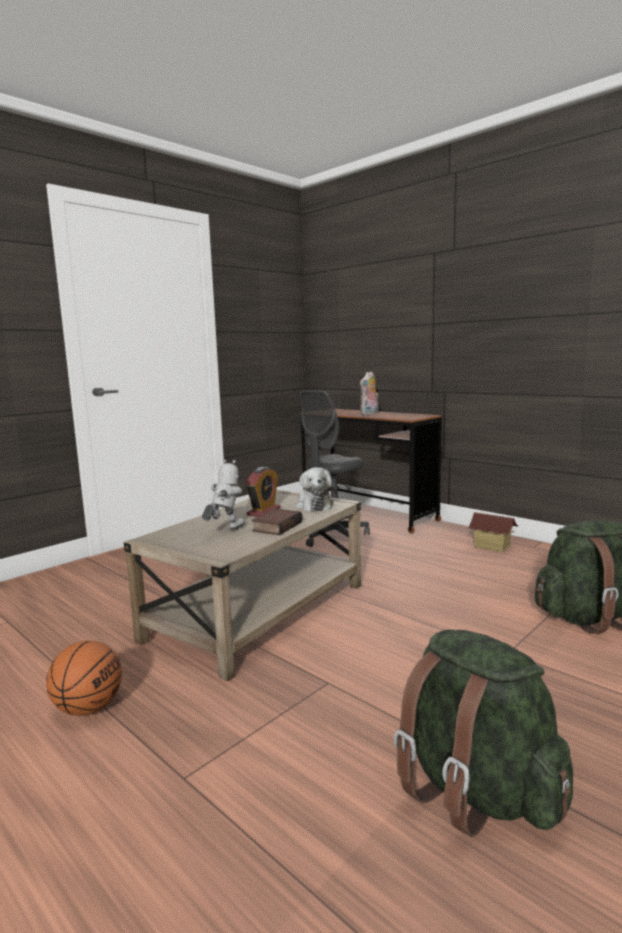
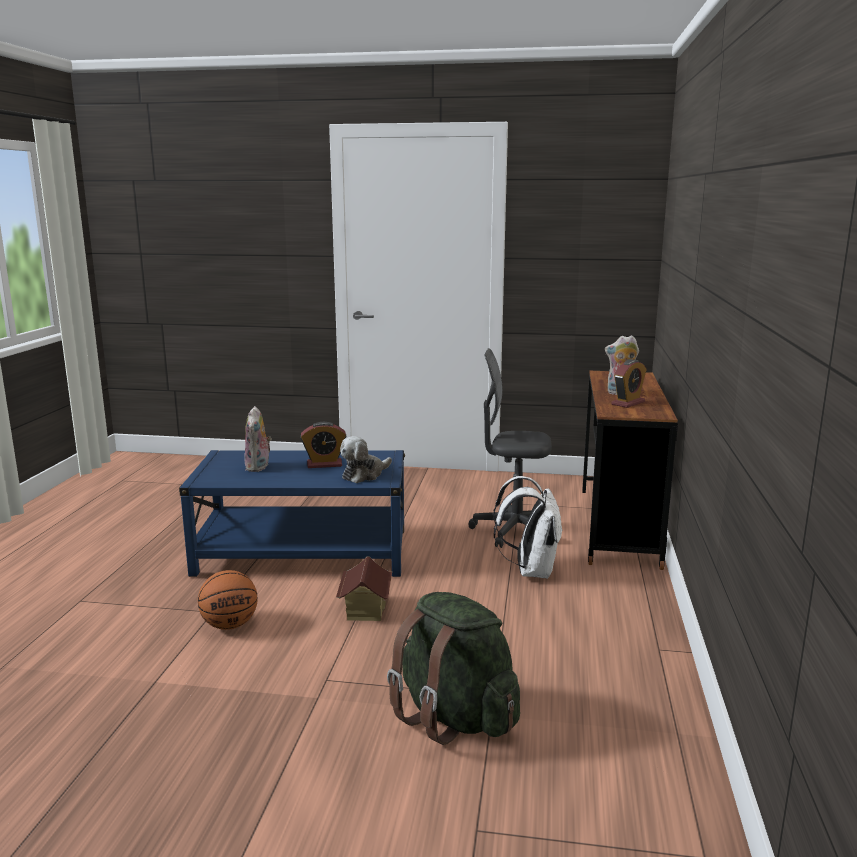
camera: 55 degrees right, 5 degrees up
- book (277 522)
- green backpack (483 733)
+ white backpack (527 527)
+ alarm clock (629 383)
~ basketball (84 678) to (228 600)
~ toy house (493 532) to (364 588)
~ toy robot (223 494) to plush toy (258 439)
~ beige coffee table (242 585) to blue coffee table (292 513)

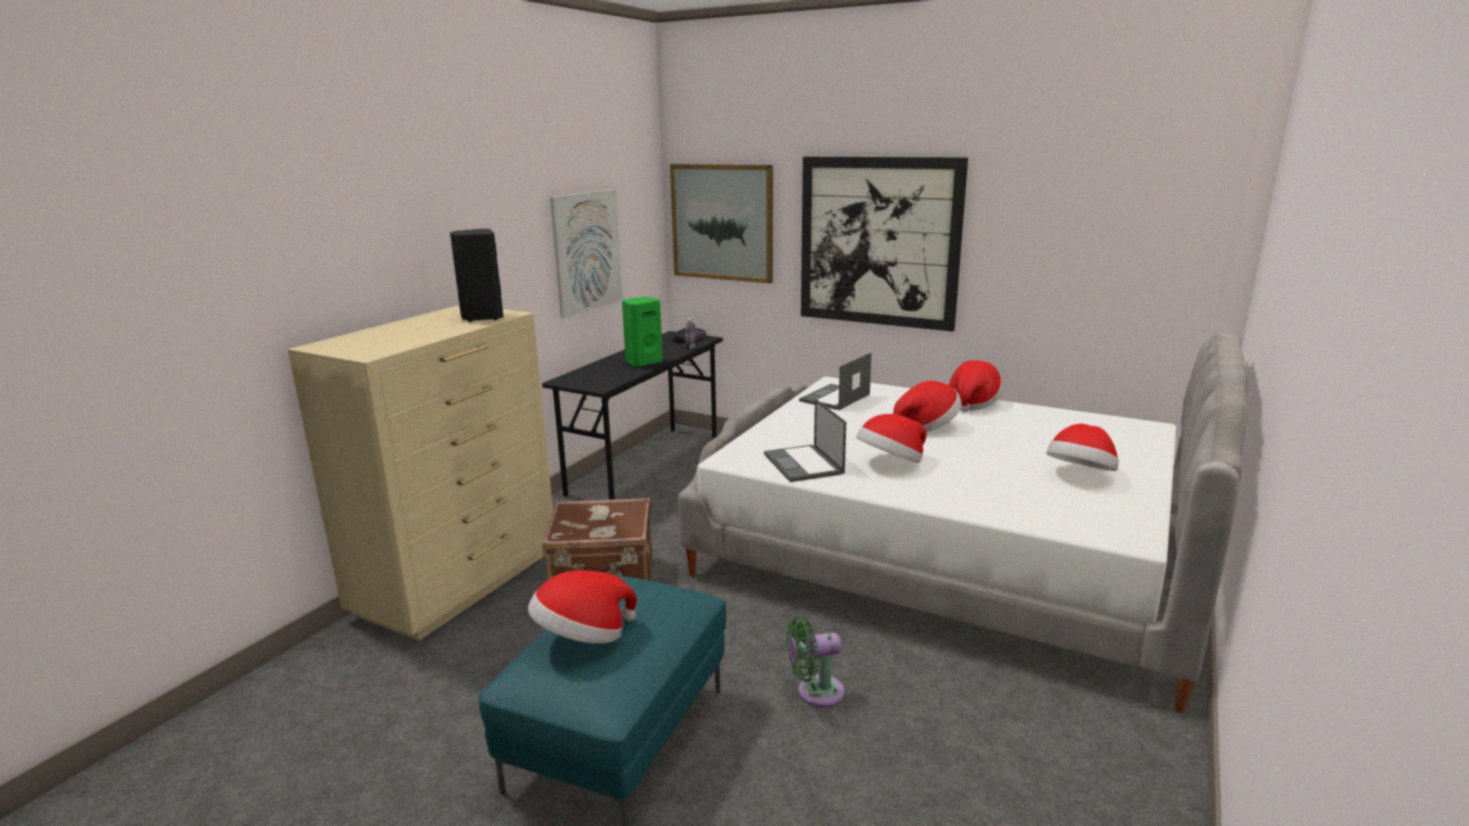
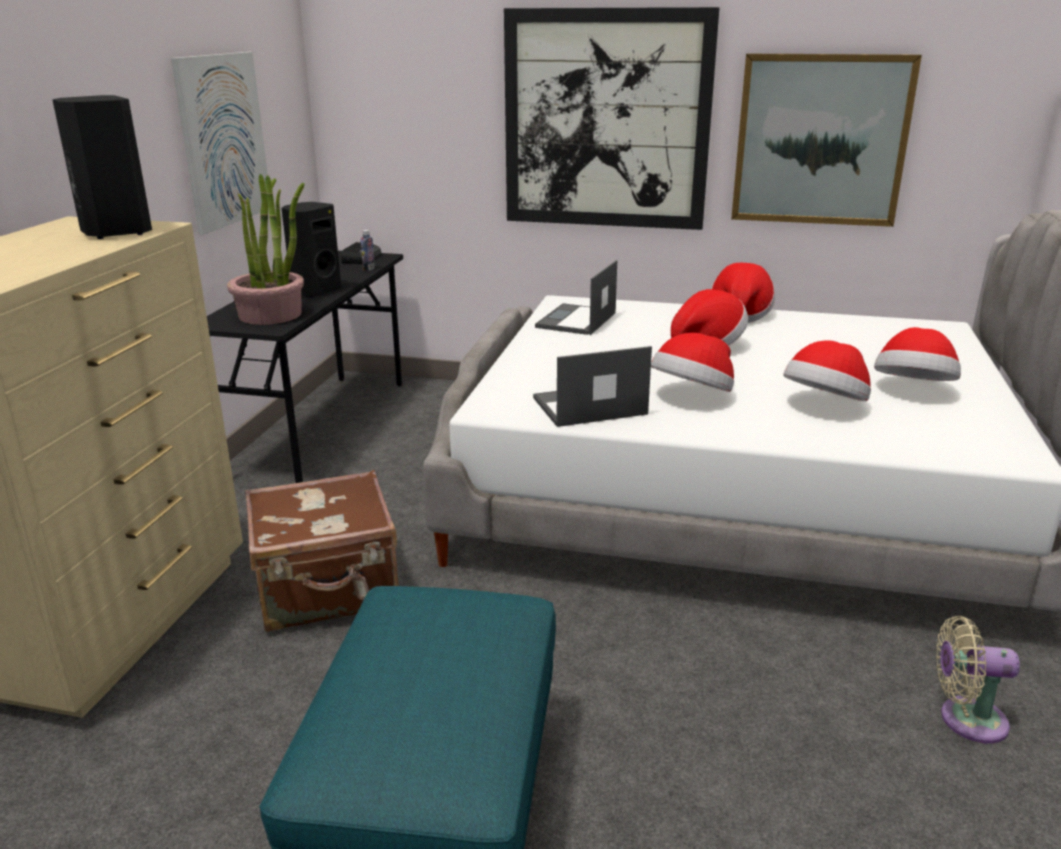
camera: 15 degrees left, 5 degrees up
- green fan (816 662)
+ potted plant (265 249)
+ beige fan (978 679)
~ hat (582 607) to (827 370)
~ picture (721 223) to (826 140)
~ green speaker (642 332) to black speaker (311 250)
~ laptop (805 440) = (592 386) 105 degrees clockwise

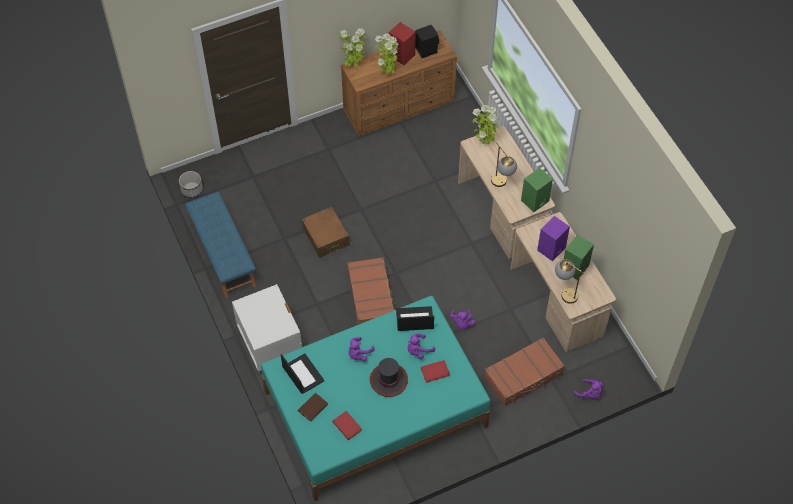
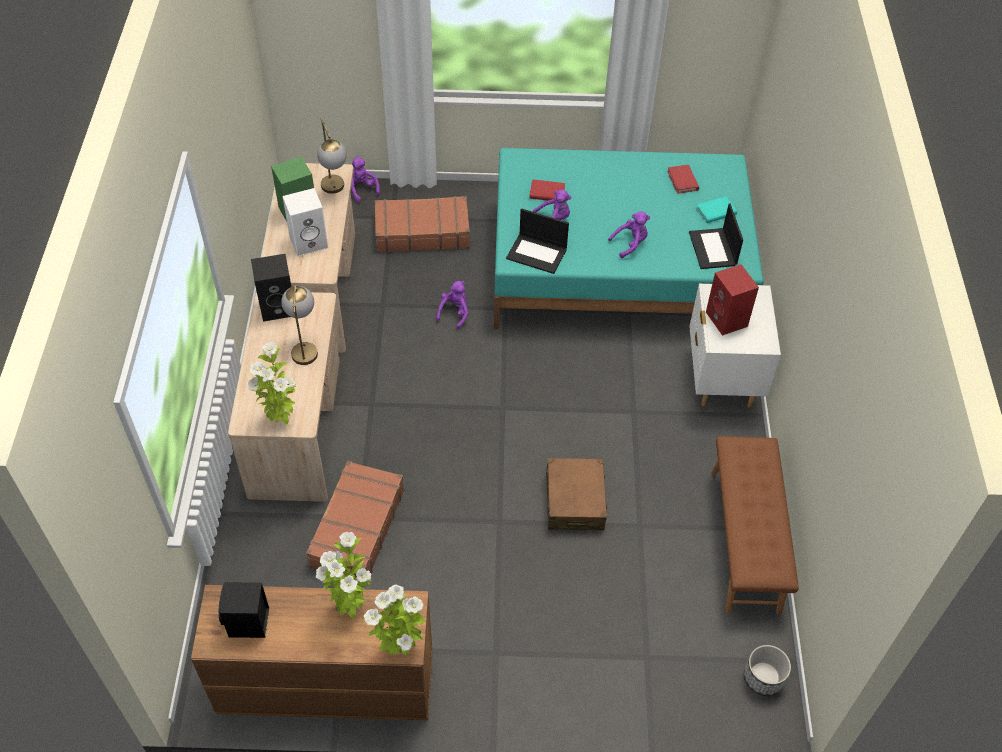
camera: 155 degrees left, 5 degrees down
- hat (389 377)
~ brown suitcase (371 291) to (355 519)
~ red speaker (402 43) to (732 300)
~ blue bench (220 245) to brown bench (755 525)
~ brown book (313 407) to turquoise book (716 209)
~ green speaker (537 190) to black speaker (271 288)
~ purple speaker (553 238) to white speaker (305 222)

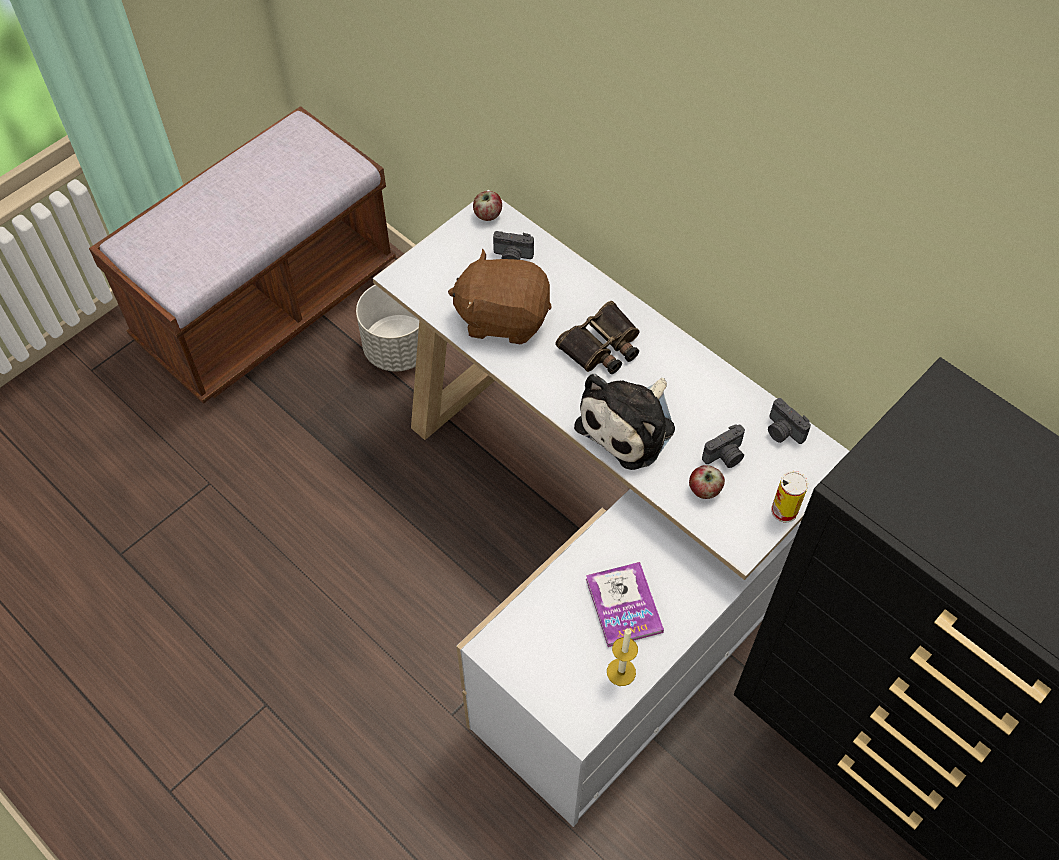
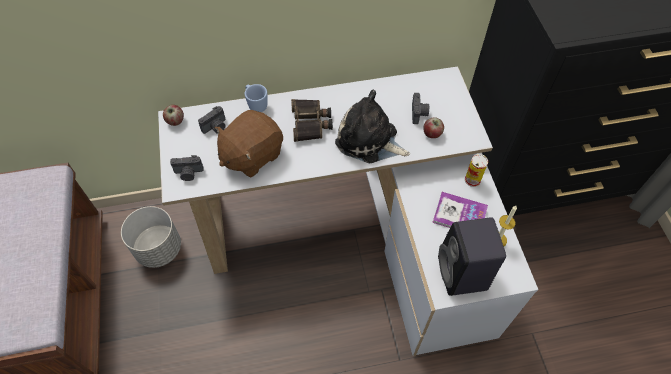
camera: 55 degrees left, 0 degrees up
+ blue mug (256 98)
+ black speaker (472 257)
~ photo camera (789 421) to (187 168)
~ can (789 497) to (476 170)
~ plush toy (624 422) = (372 126) 135 degrees clockwise

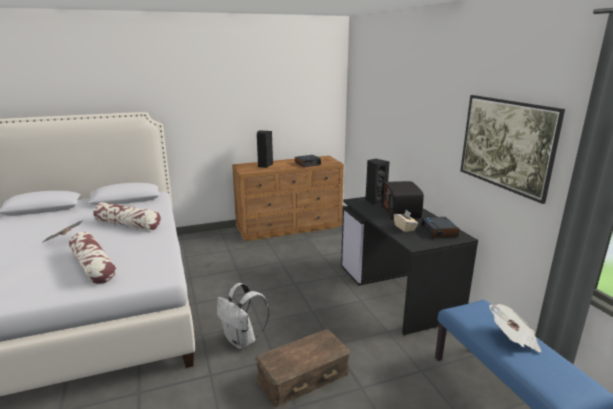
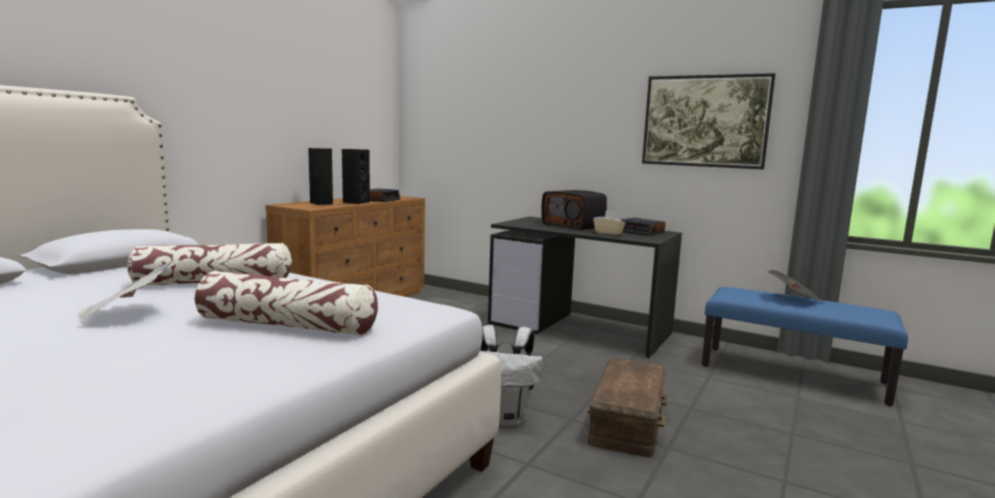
camera: 40 degrees left, 10 degrees down
~ black speaker (377 182) to (356 176)

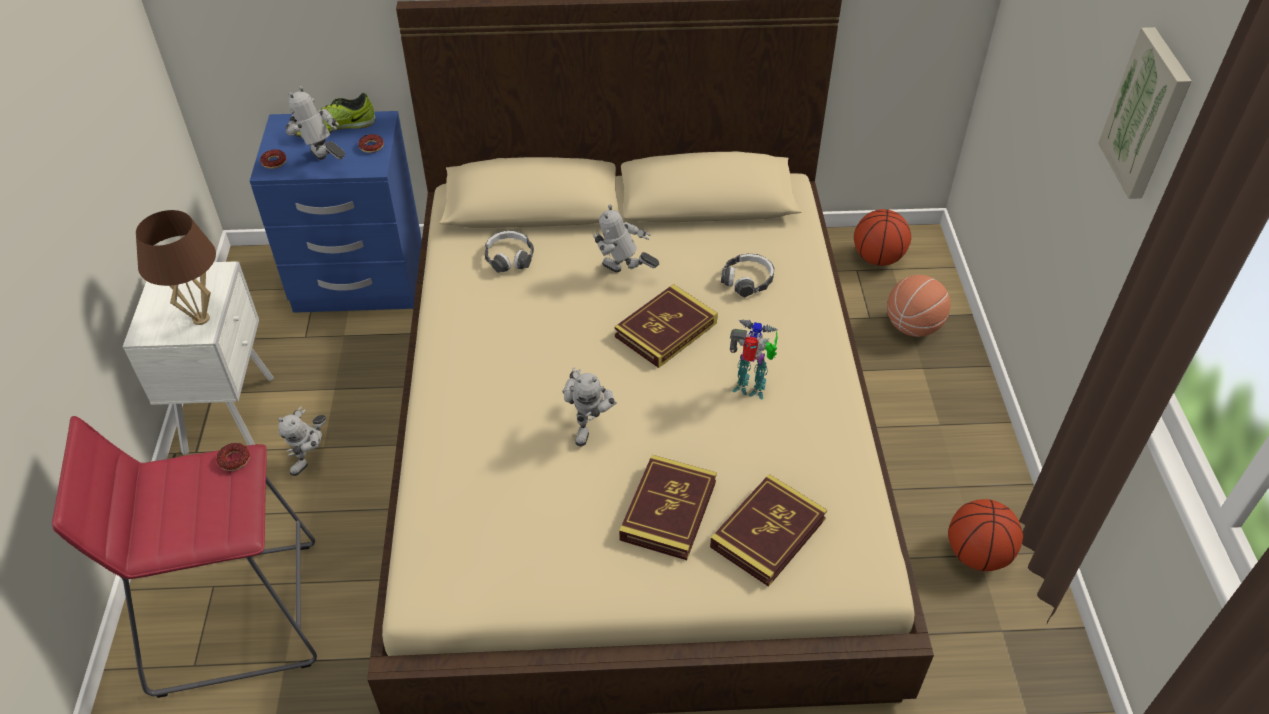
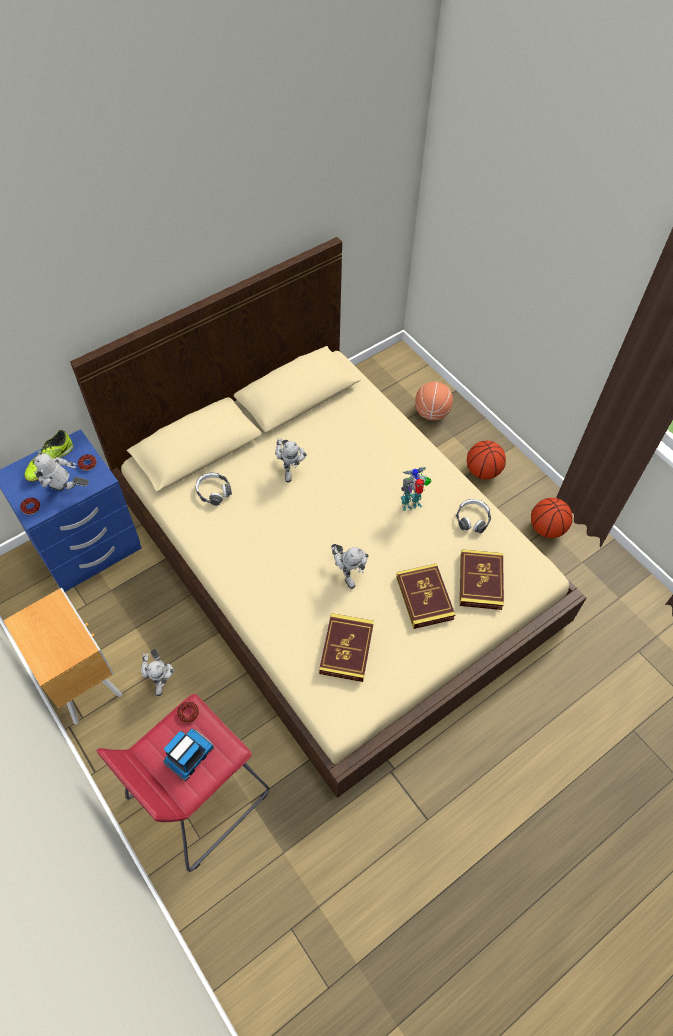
camera: 35 degrees left, 10 degrees up
- brown table lamp (176 267)
- picture (1145 113)
+ toy truck (188 754)
~ book (666 326) to (346 647)
~ headphones (747 275) to (473 516)
~ basketball (882 237) to (486 460)
~ white nightstand (198 358) to brown nightstand (62 656)
~ toy robot (626 238) = (291 460) 90 degrees counterclockwise

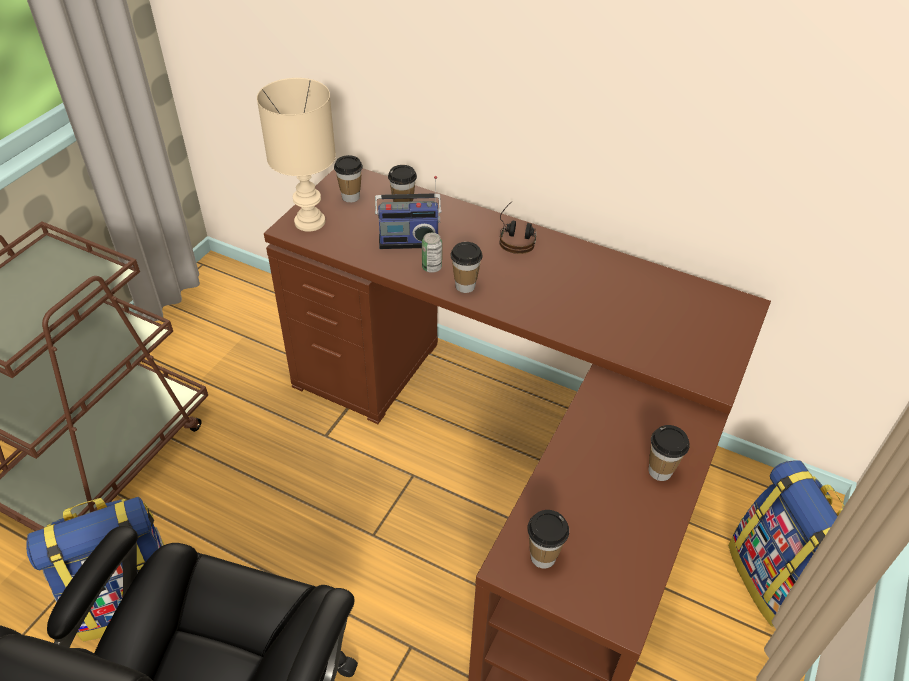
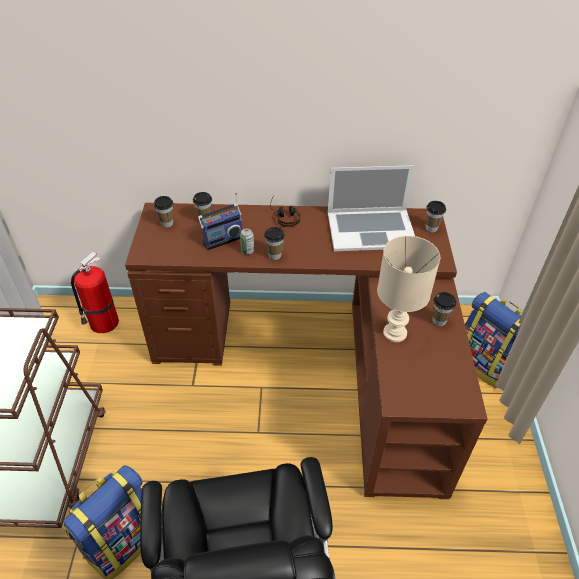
camera: 25 degrees left, 0 degrees up
+ fire extinguisher (95 292)
+ laptop (371 208)
~ beige table lamp (296 155) to (408 289)
~ cup (548 539) to (436 216)

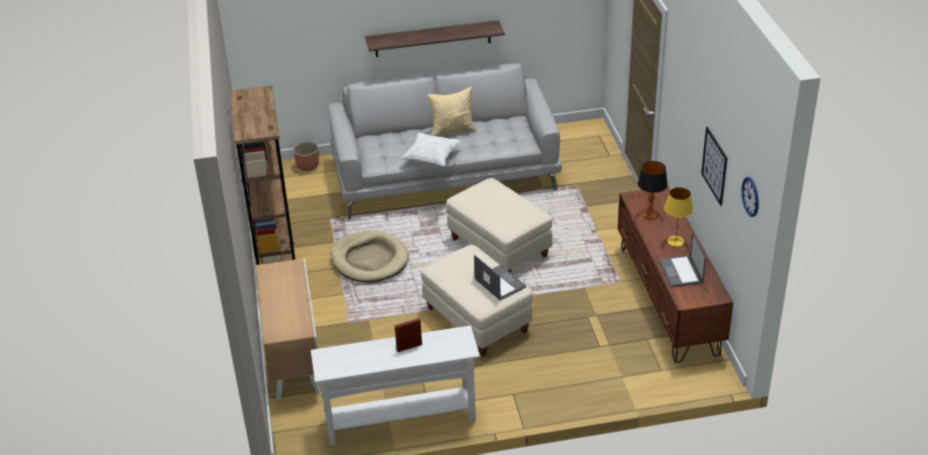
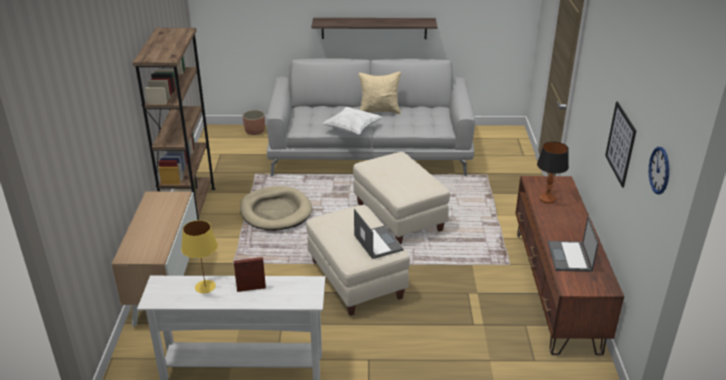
camera: 10 degrees right, 5 degrees down
~ yellow table lamp (678 216) to (199 256)

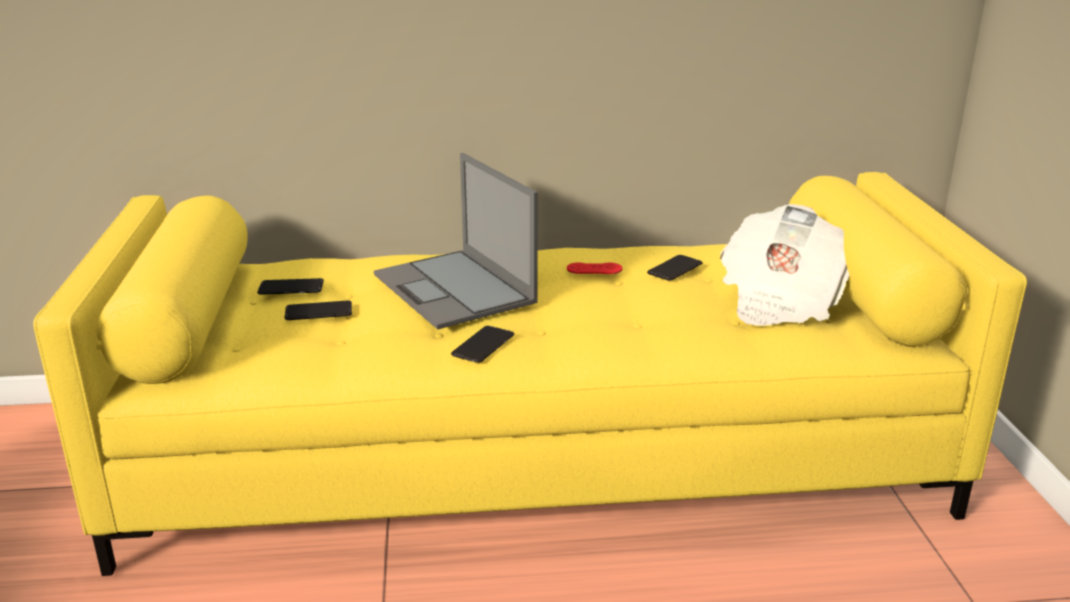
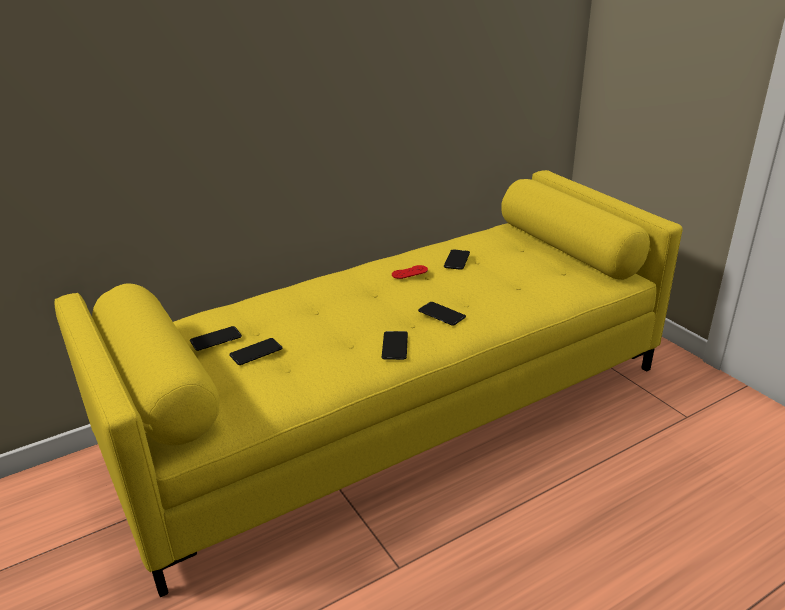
camera: 25 degrees left, 5 degrees up
- laptop (456 241)
- newspaper (784 265)
+ phone (442 314)

